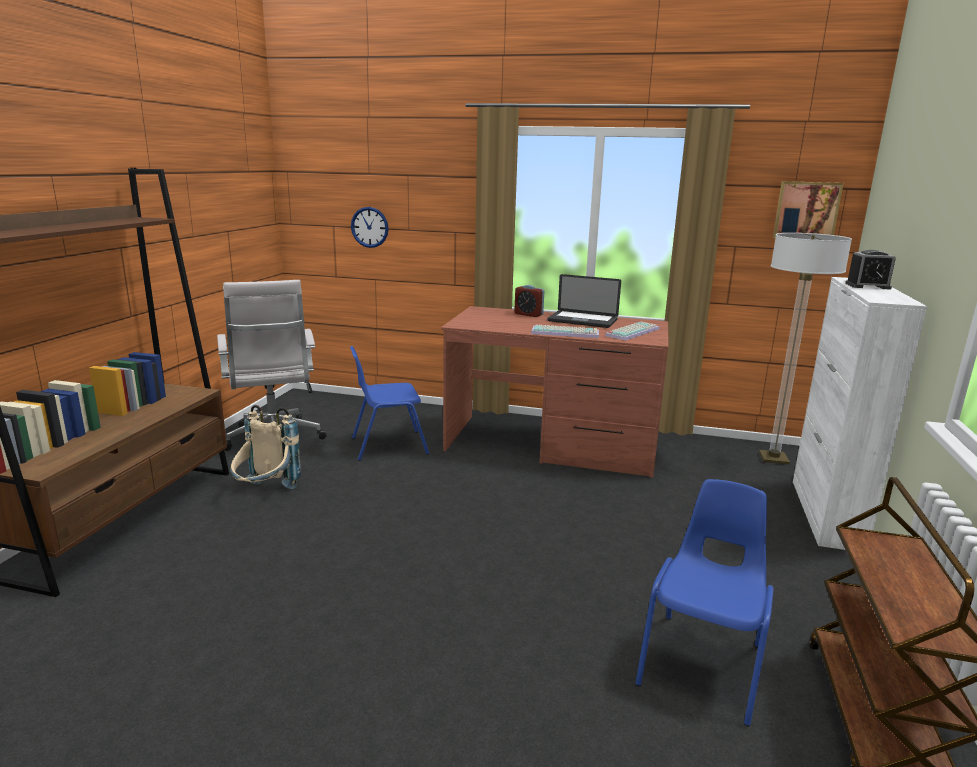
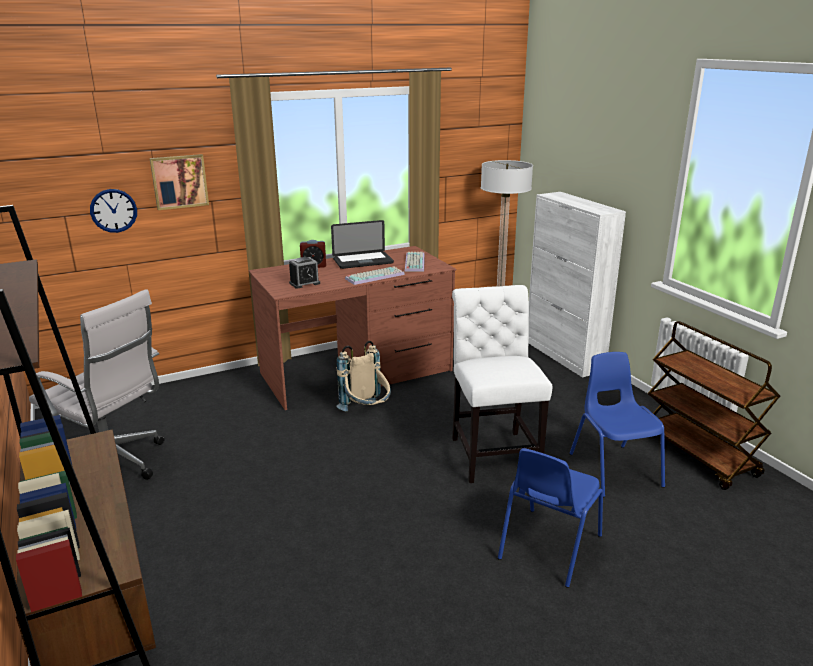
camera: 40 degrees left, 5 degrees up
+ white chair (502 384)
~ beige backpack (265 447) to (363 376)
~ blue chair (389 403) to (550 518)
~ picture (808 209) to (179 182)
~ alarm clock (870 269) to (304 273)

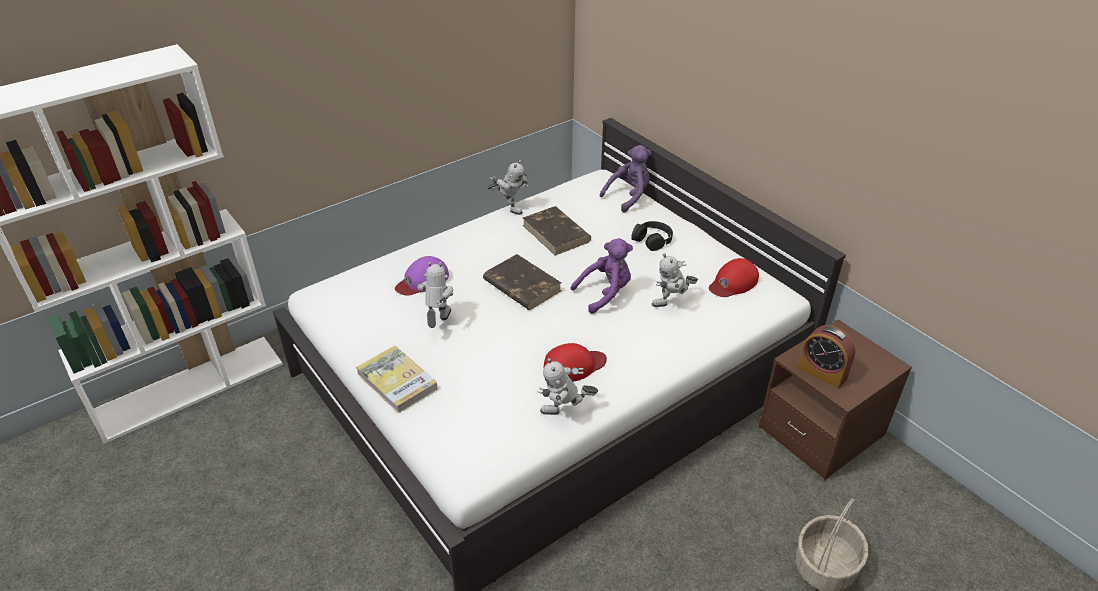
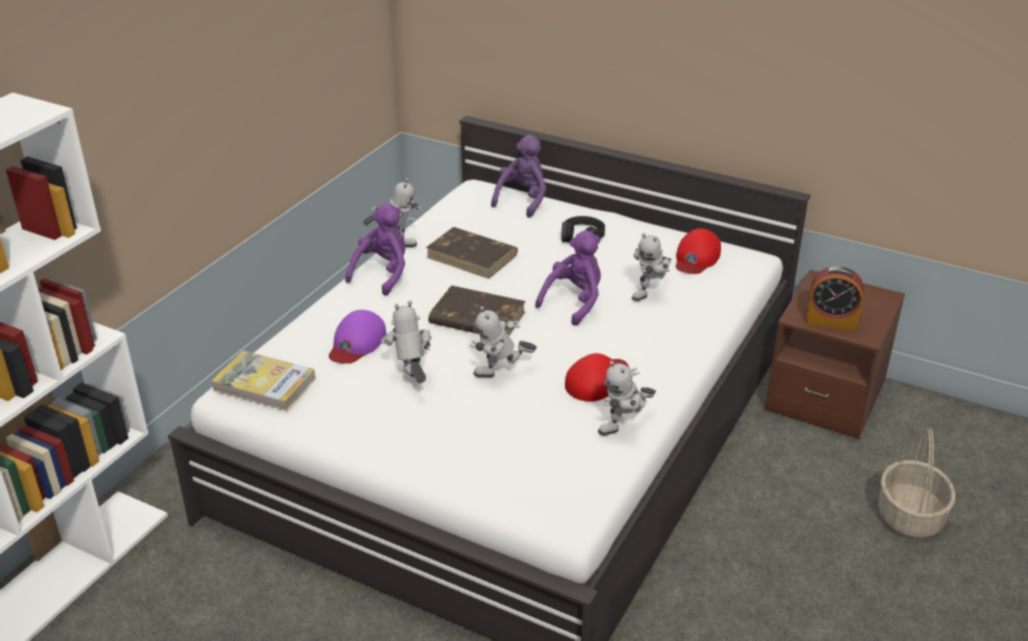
camera: 25 degrees left, 5 degrees down
+ purple plush toy (375 249)
+ toy robot (503 341)
~ book (397 379) to (263 381)

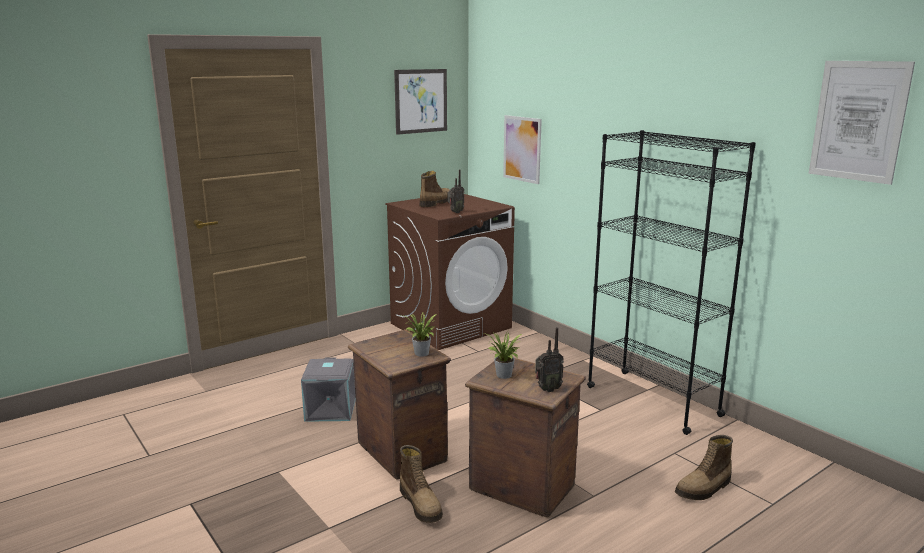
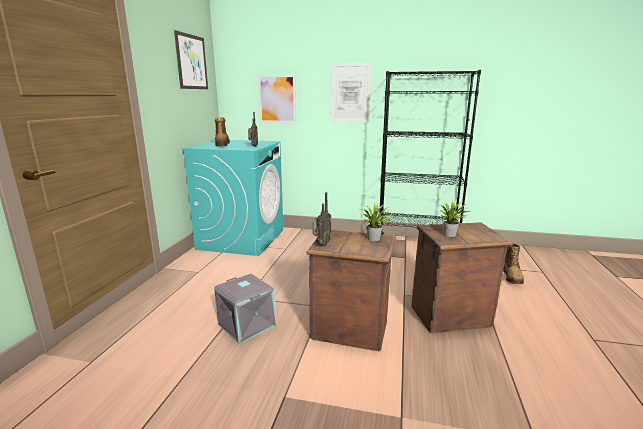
camera: 40 degrees left, 0 degrees up
- boot (421 484)
~ radio (549 359) to (321 219)
~ picture (862 123) to (350 92)
~ brown washing machine (450 272) to turquoise washing machine (232 198)

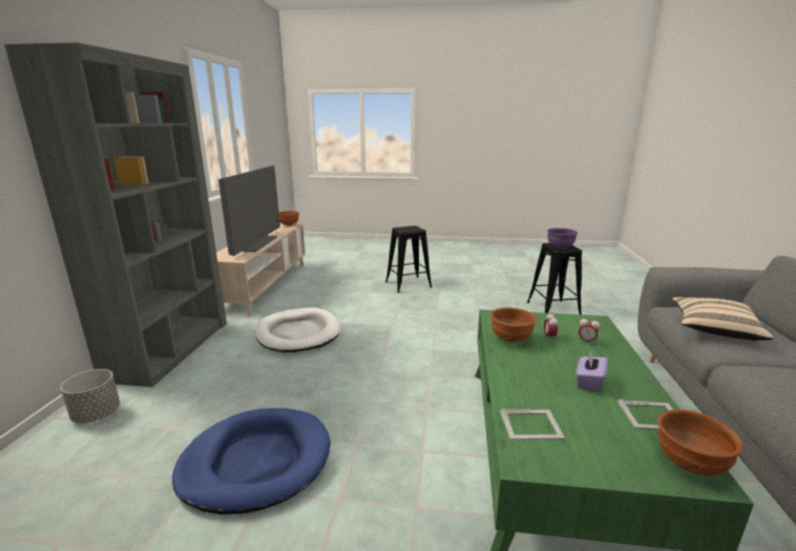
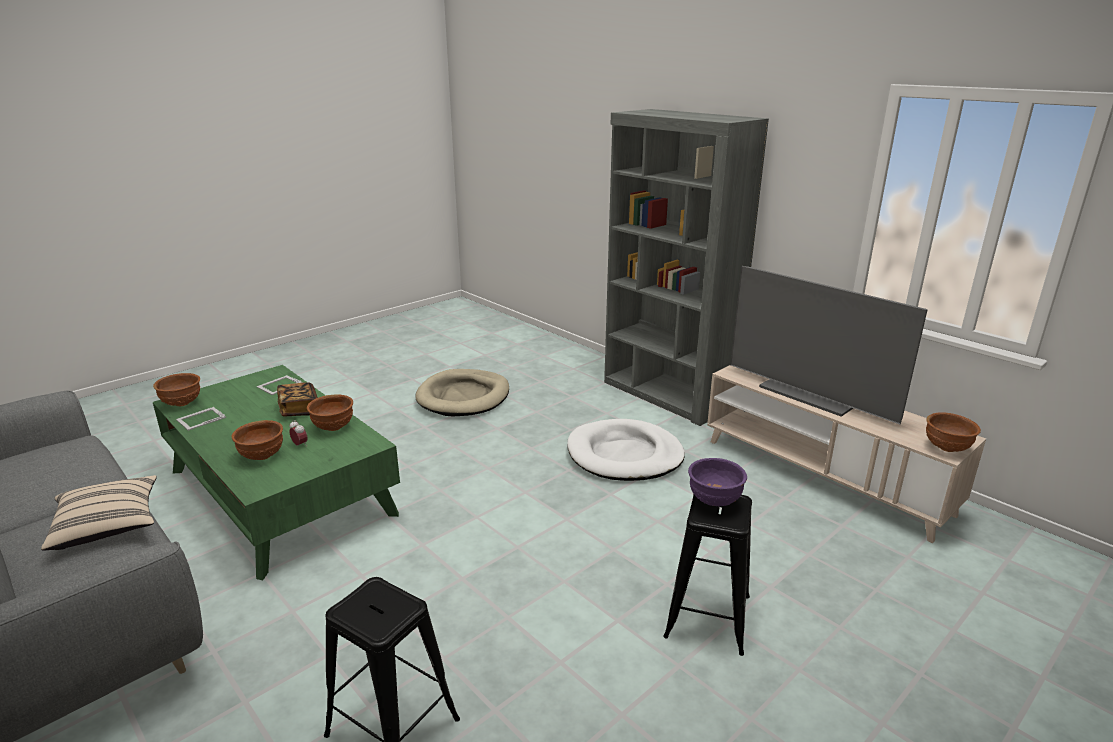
camera: 130 degrees right, 5 degrees up
- grey planter (90 396)
- purple tissue box (592 372)
+ book (297 399)
~ purple bowl (562 238) to (717 482)
~ alarm clock (589 330) to brown bowl (257 440)
~ blue dog bed (251 461) to beige dog bed (462 393)

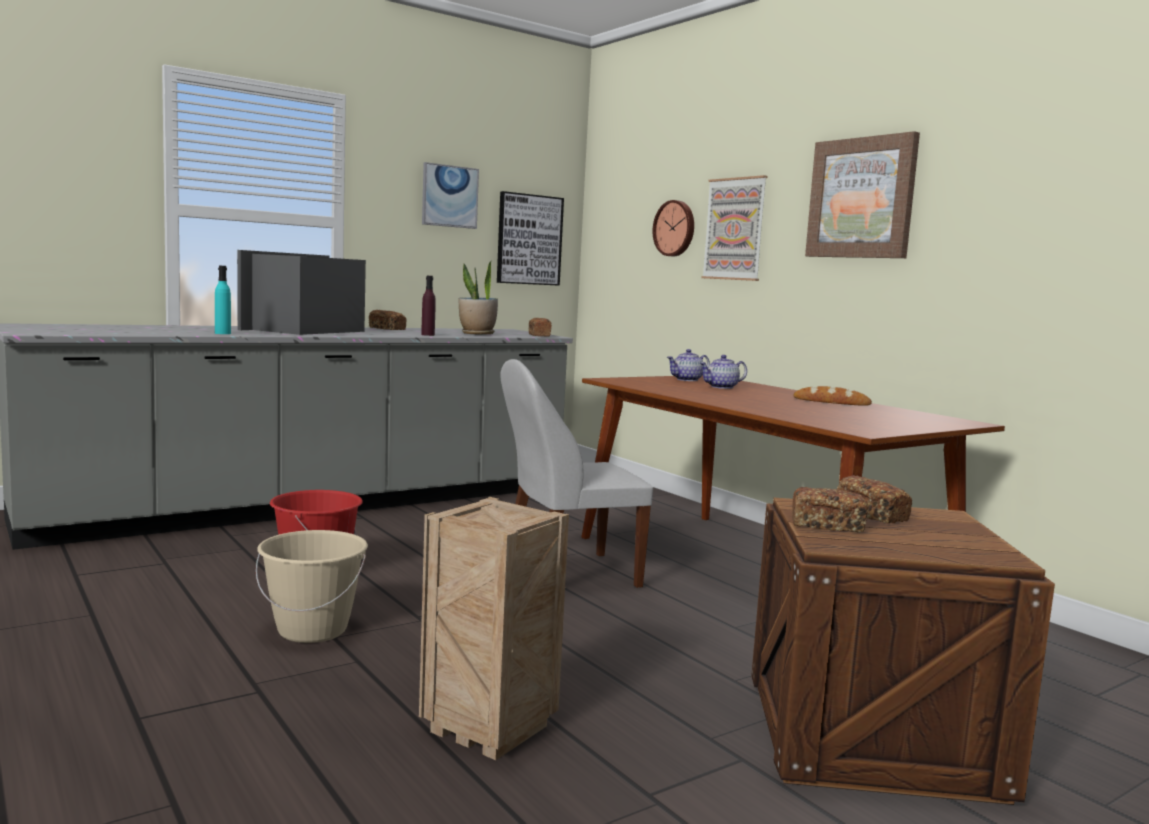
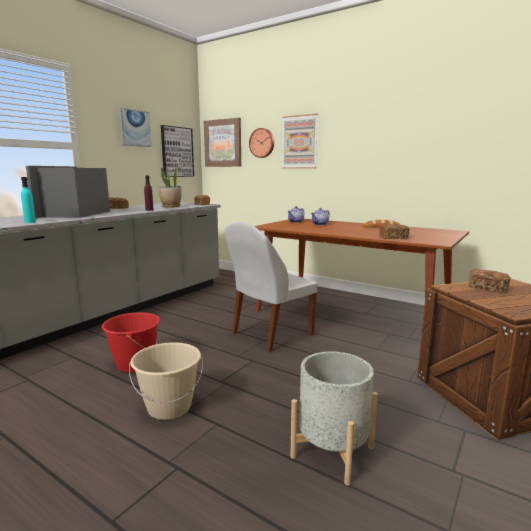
camera: 20 degrees left, 5 degrees up
~ bread (830 510) to (394 231)
~ picture (862 194) to (222 142)
~ crate (494 628) to grey planter (334 418)

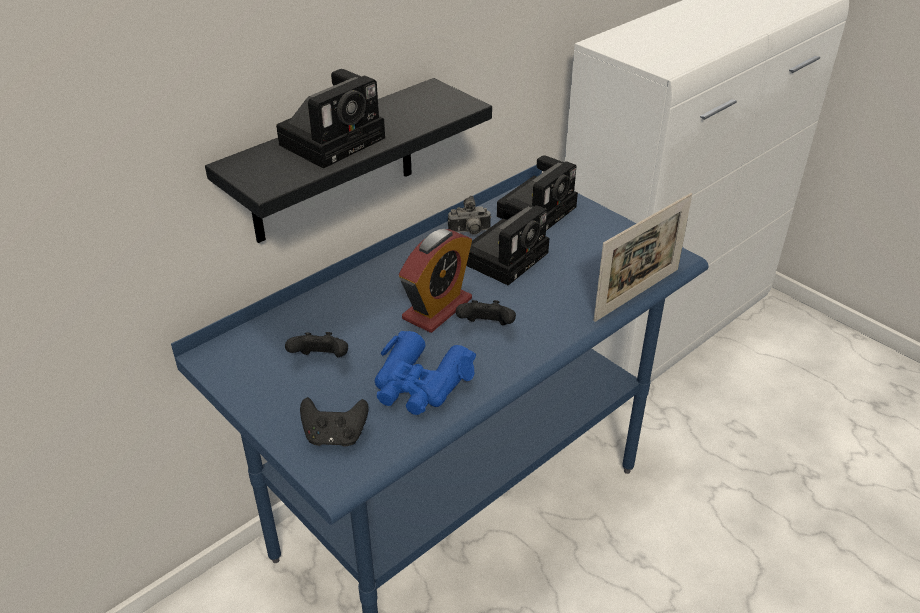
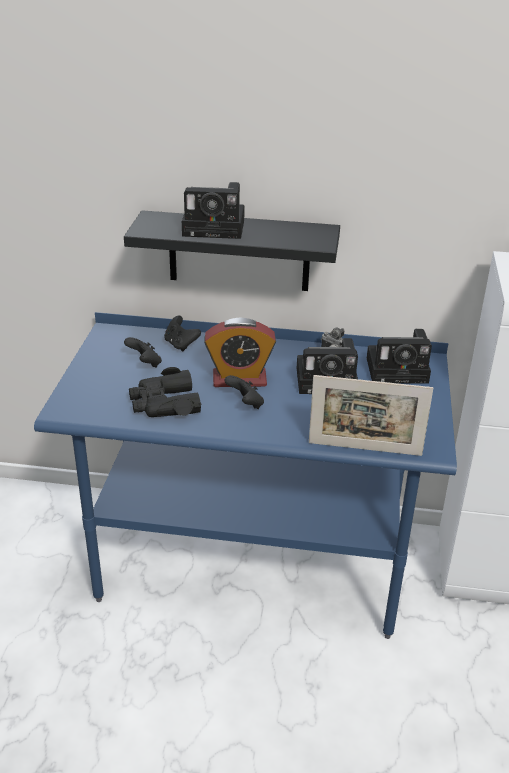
camera: 50 degrees right, 5 degrees down
~ black game controller (334 422) to (182 334)
~ blue binoculars (425 373) to black binoculars (165 392)

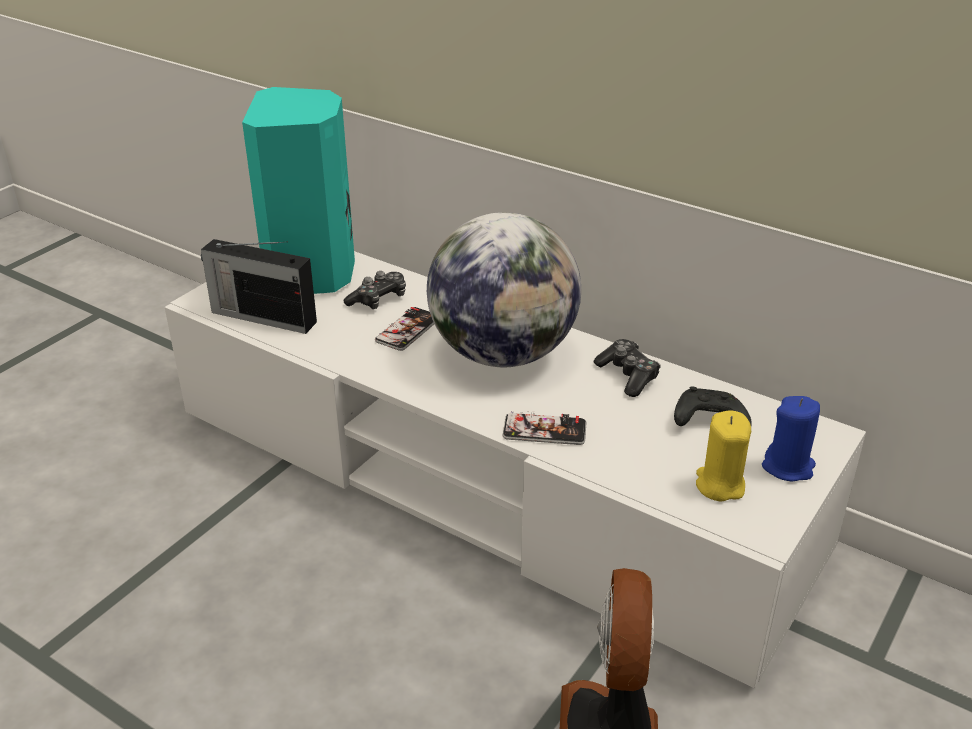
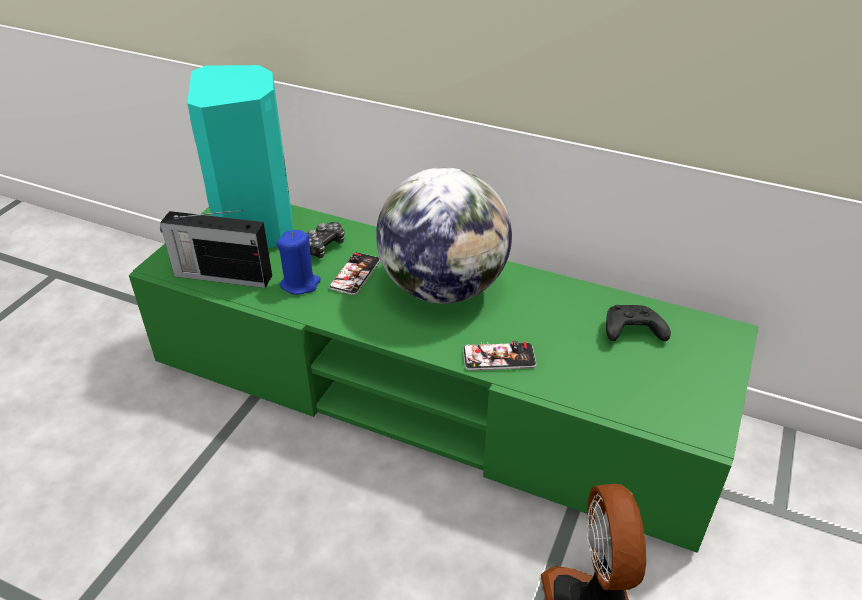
camera: 10 degrees left, 5 degrees up
- game controller (627 368)
- yellow candle (723 456)
~ blue candle (791 439) to (299 262)
~ white tv stand (515 469) to green tv stand (444 379)

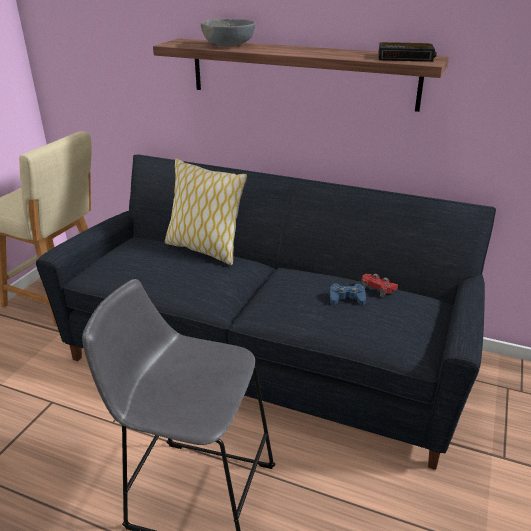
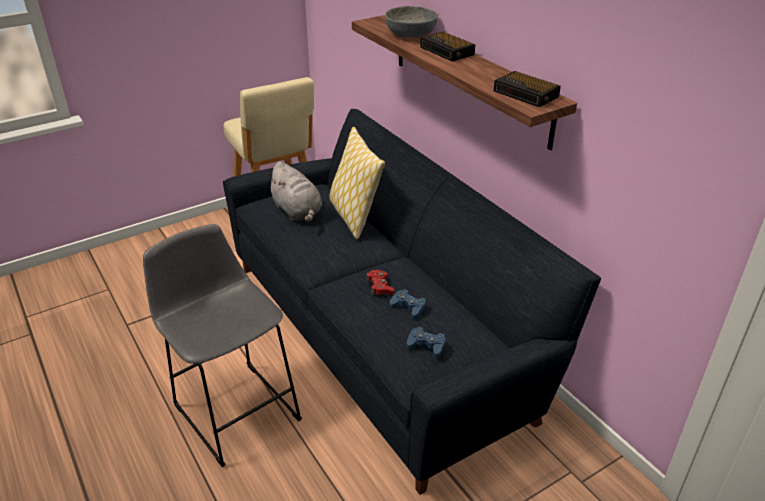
camera: 35 degrees right, 5 degrees up
+ grey plush toy (294 191)
+ blue game controller (426 342)
+ alarm clock (447 46)
~ red game controller (379 286) to (380 283)

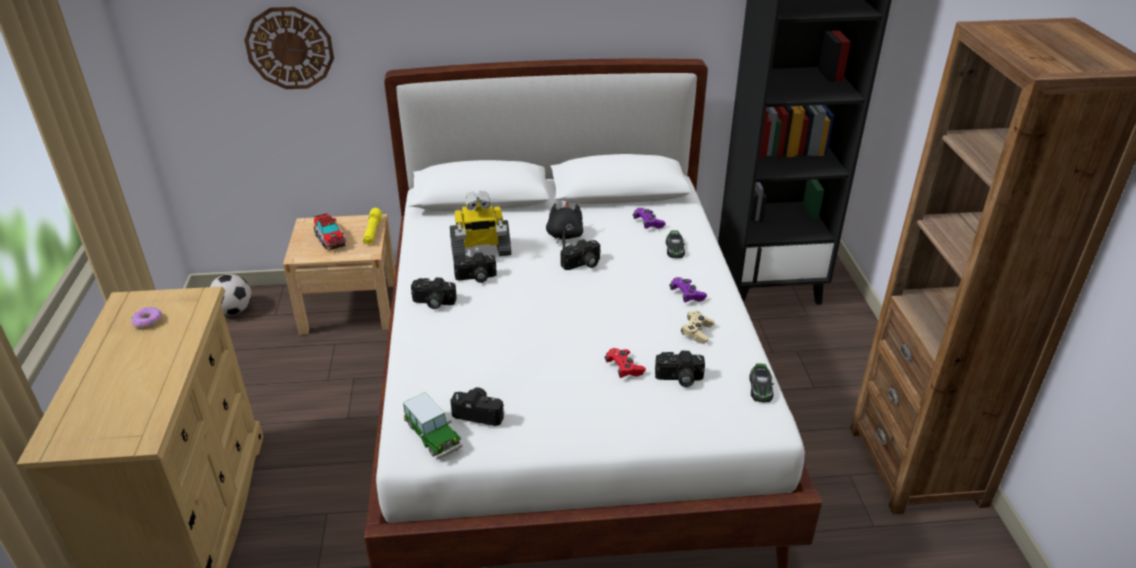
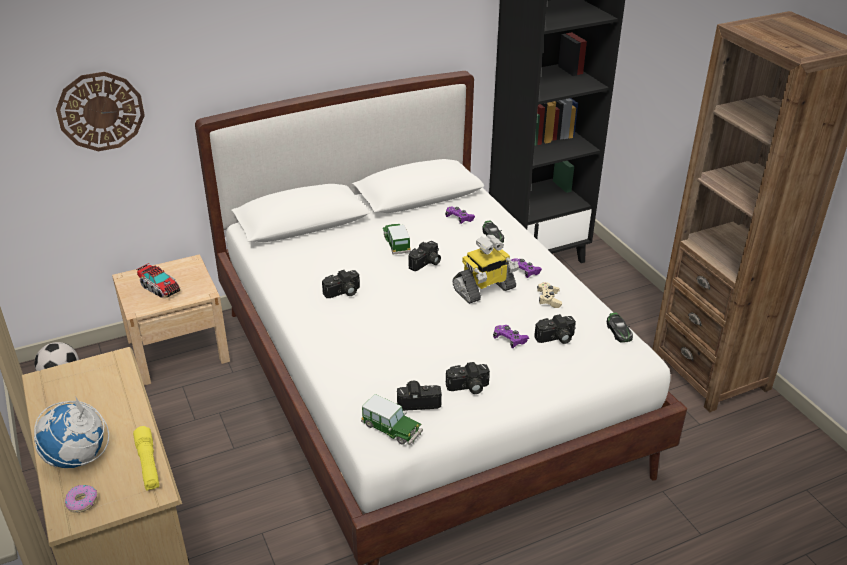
camera: 20 degrees left, 0 degrees up
+ globe (71 432)
~ donut (147 318) to (81 499)
~ yellow flashlight (372 226) to (146 458)
~ photo camera (434 293) to (468 378)
~ toy robot (481 226) to (485 269)
~ black plush toy (564 224) to toy car (397 239)
~ red game controller (625 363) to purple game controller (511 336)

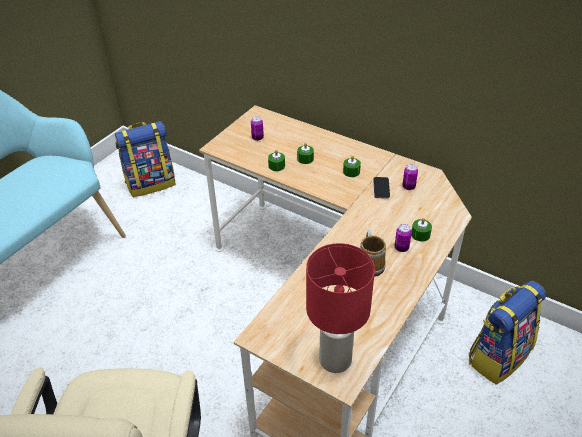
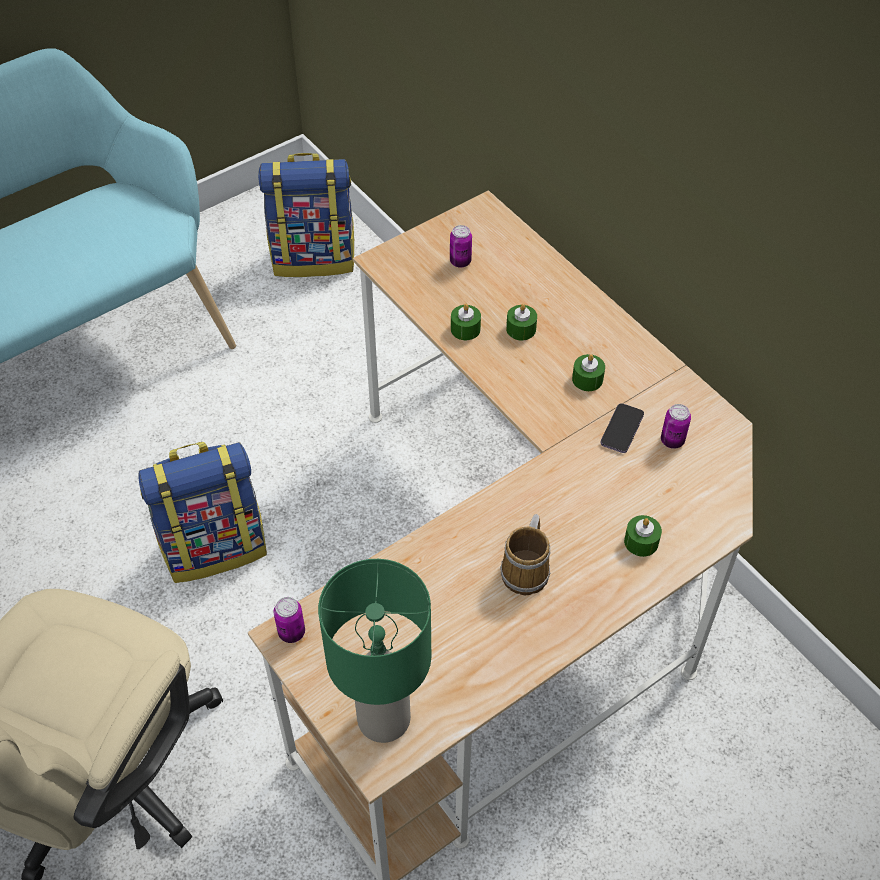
camera: 20 degrees right, 10 degrees up
~ can (403 238) to (289 620)
~ backpack (507 333) to (203 512)
~ red table lamp (340 308) to green table lamp (374 651)

